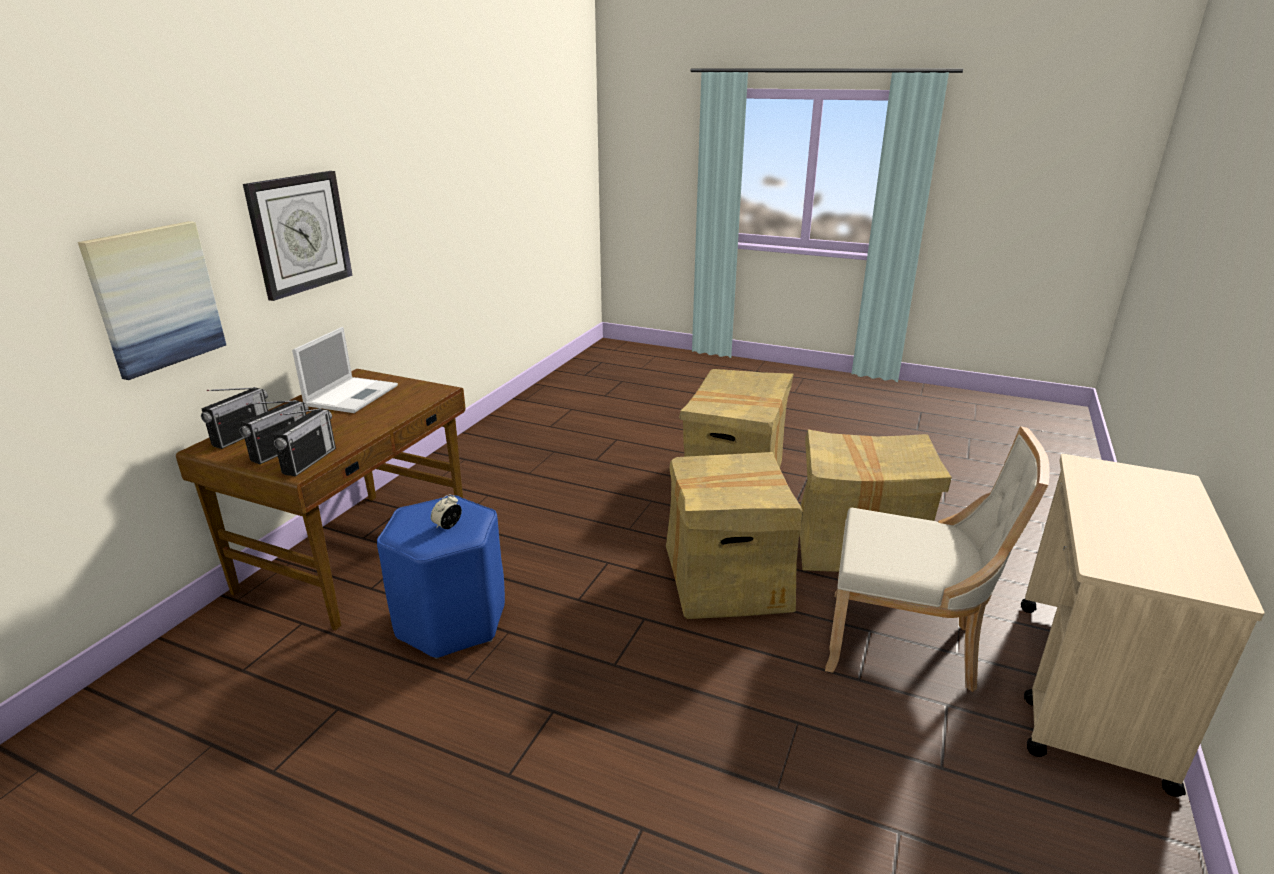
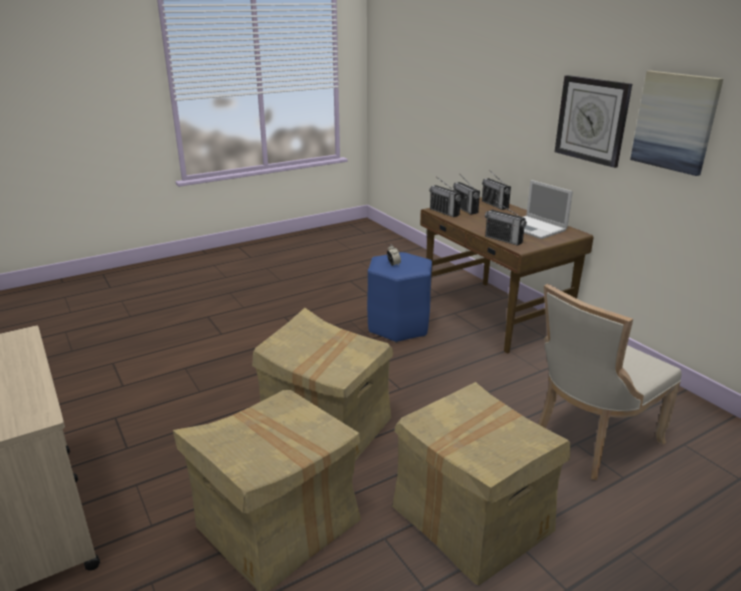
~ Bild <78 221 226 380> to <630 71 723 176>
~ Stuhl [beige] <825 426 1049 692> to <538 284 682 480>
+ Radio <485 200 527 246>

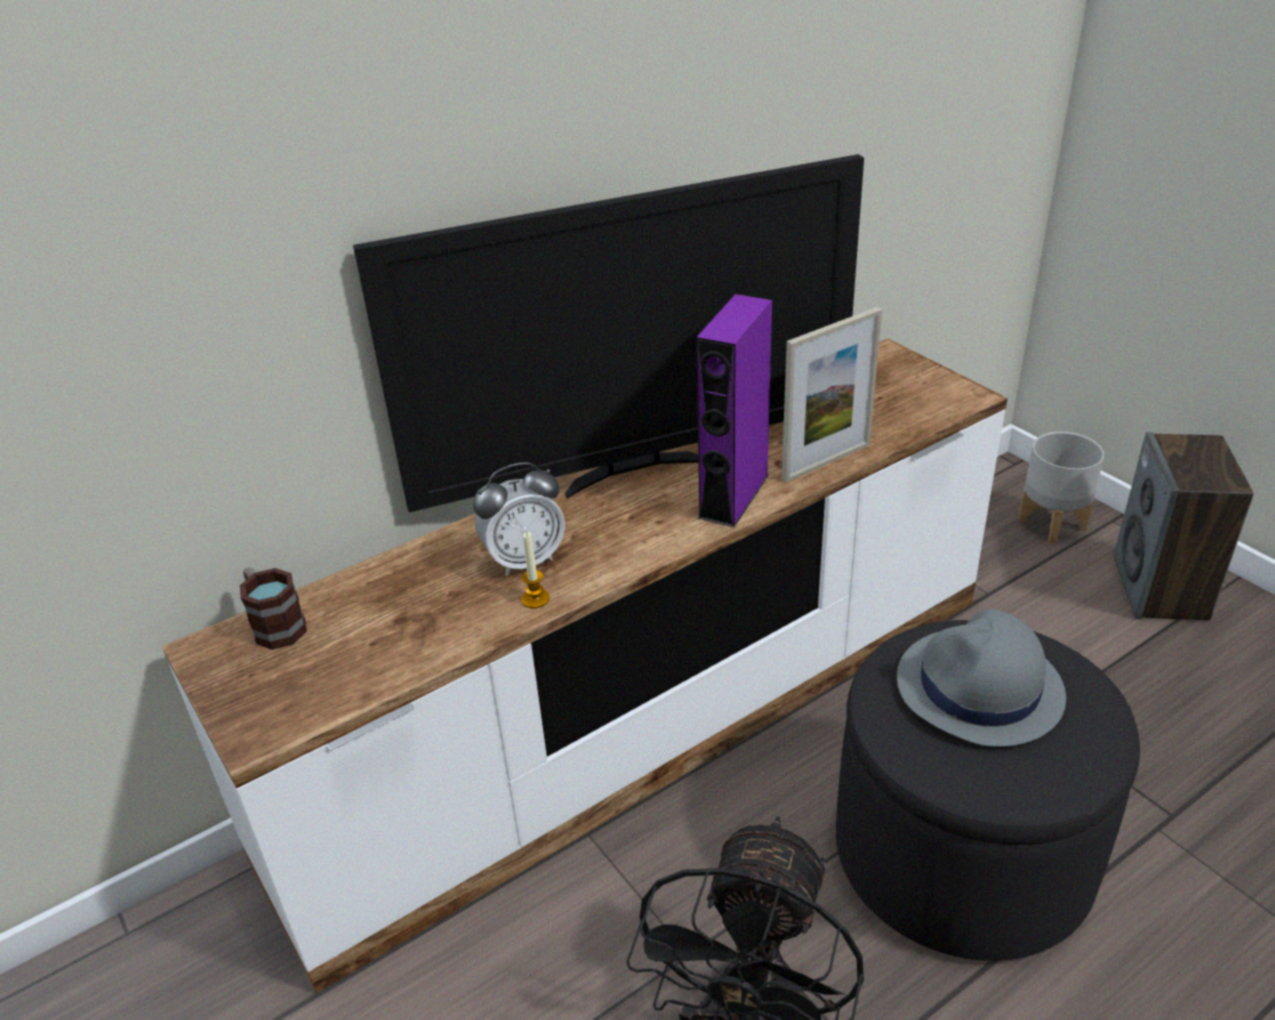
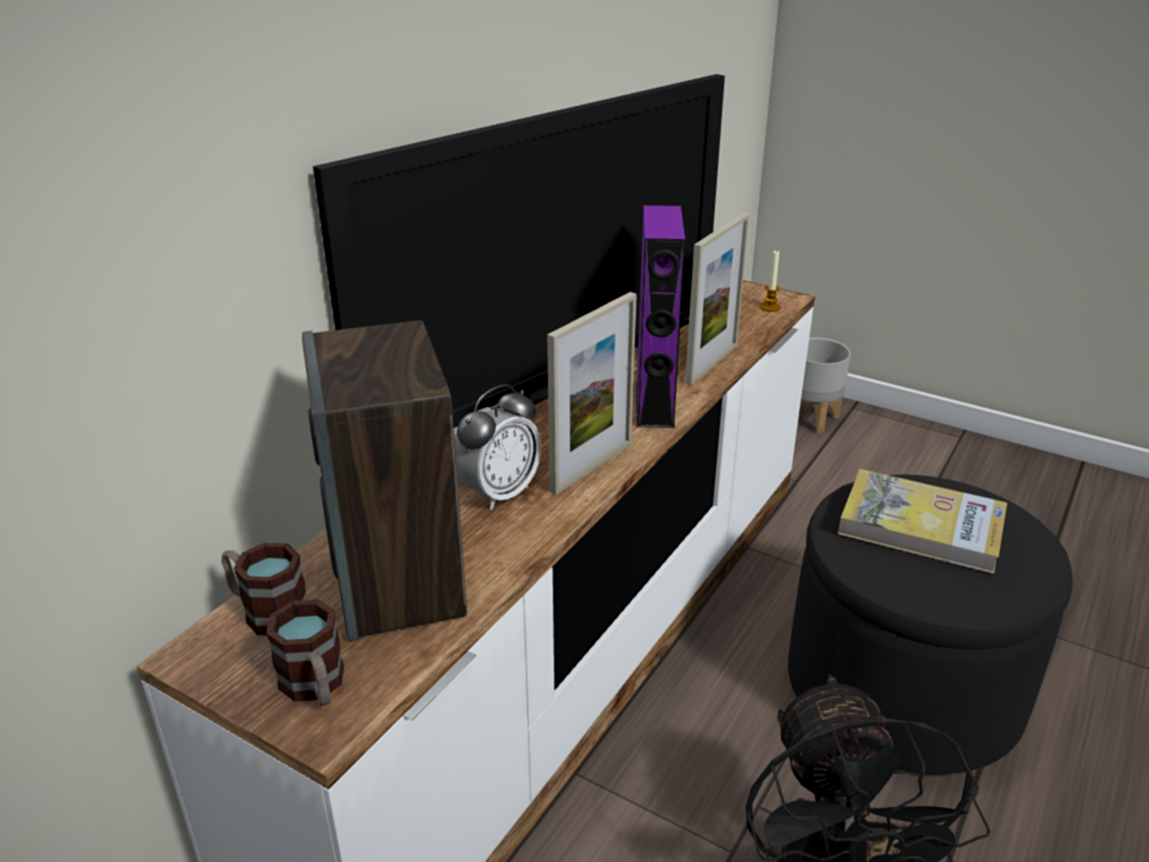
~ Lautsprecher <1114 432 1254 620> to <302 320 467 641>
~ Kerze <521 532 550 609> to <760 249 781 312>
~ Hut [grau] <897 609 1066 747> to Buch <838 469 1007 574>
+ Bilderrahmen <547 292 637 495>
+ Henkelbecher <266 599 344 706>

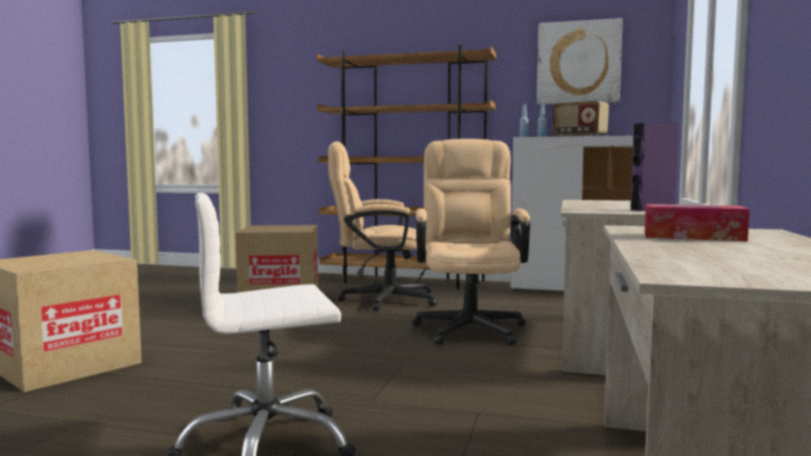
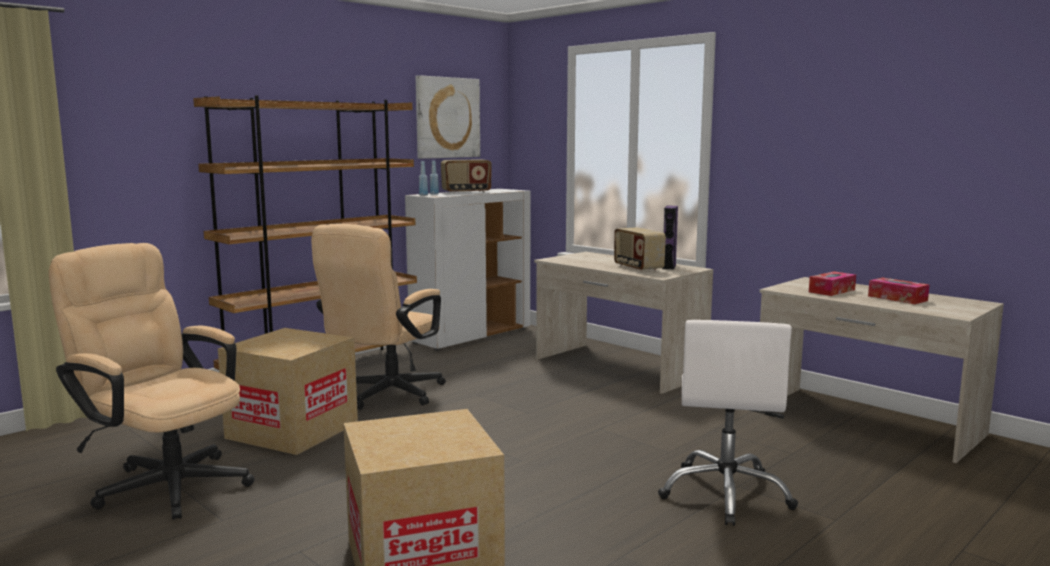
~ Bürostuhl [beige] <412 139 530 345> to <49 243 255 520>
+ Radio <614 227 666 272>
+ Taschentuchbox <868 278 929 304>

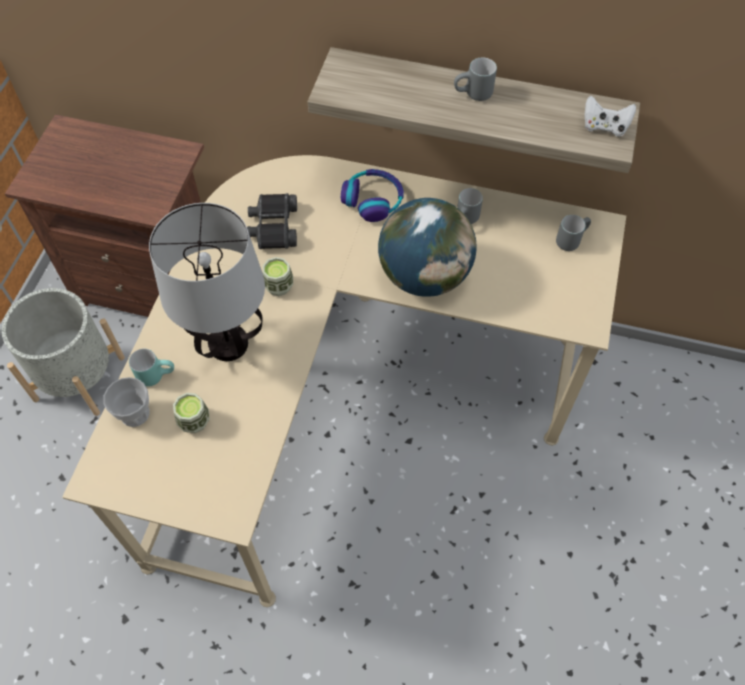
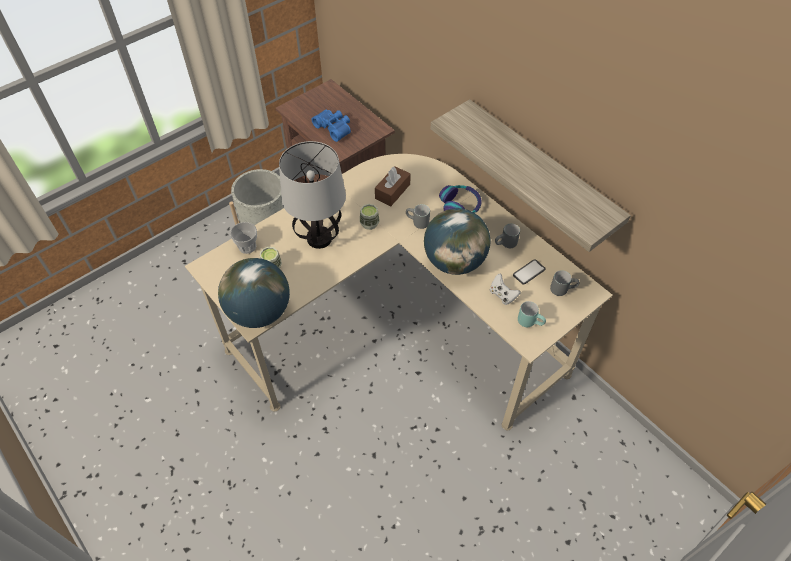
~ Henkelbecher [grau] <454 57 497 101> to <406 204 430 229>
~ Gamepad [weiß] <584 96 636 137> to <490 274 521 305>
~ Fernglas [schwarz] <247 193 297 249> to Taschentuchbox [braun] <375 166 411 206>
~ Henkelbecher [türkis] <129 349 174 387> to <518 301 546 327>
+ Fernglas [blau] <312 110 351 142>
+ Globus <218 258 290 328>
+ Handy <513 259 546 285>

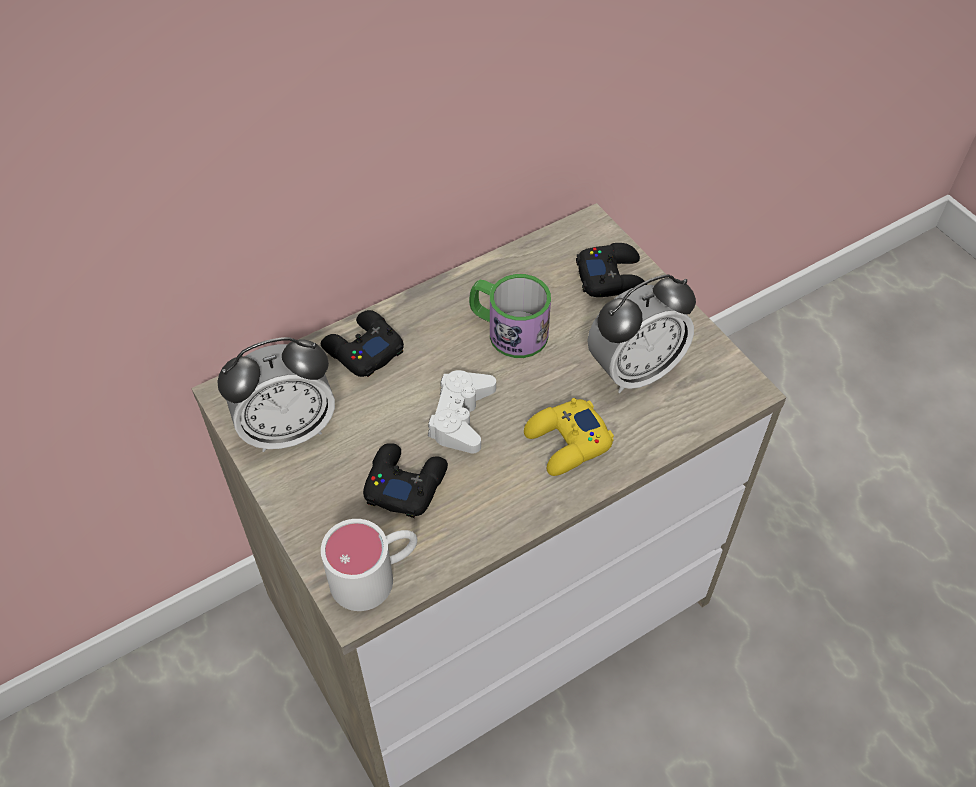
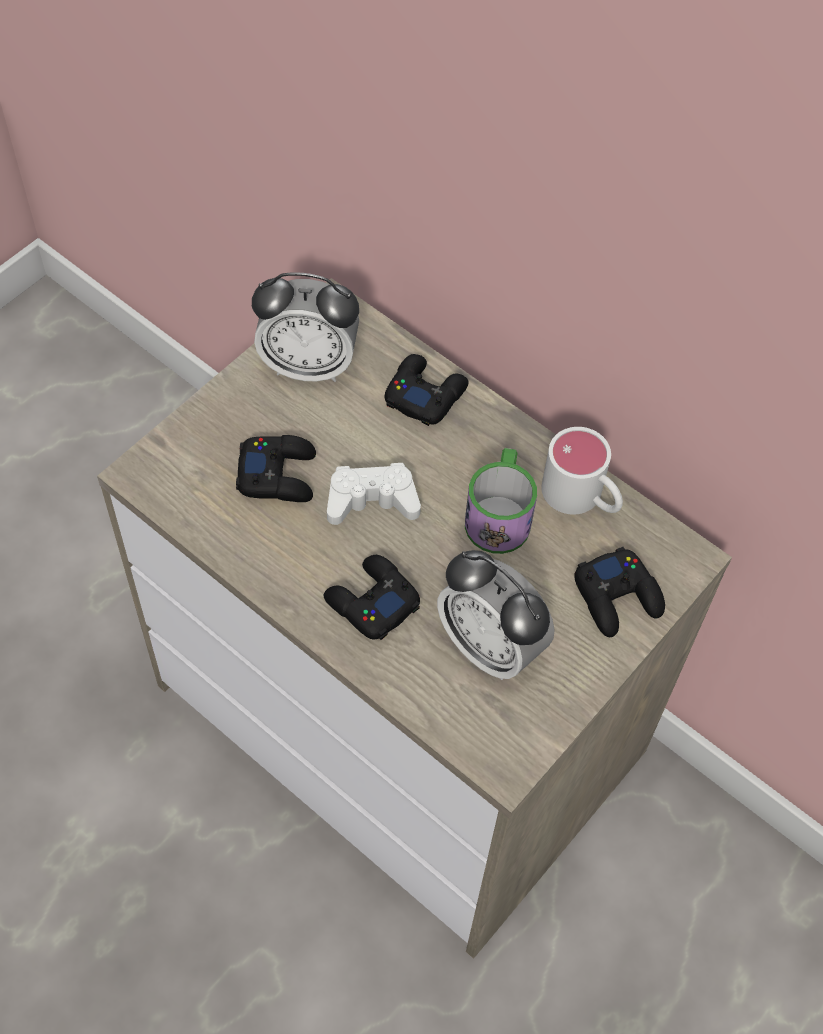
~ Wecker <217 337 335 452> = <252 272 359 382> 45 degrees counterclockwise
~ Gamepad [gelb] <524 398 614 476> to Gamepad [schwarz] <324 555 420 640>
~ Henkelbecher [weiß] <321 519 418 611> to <541 427 623 515>

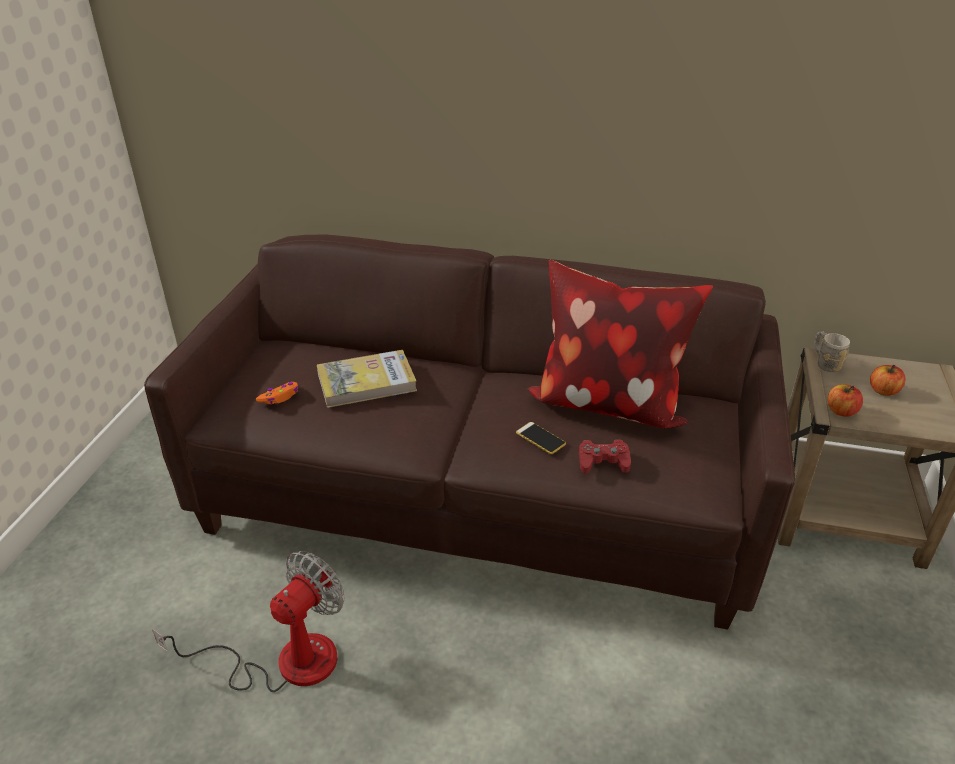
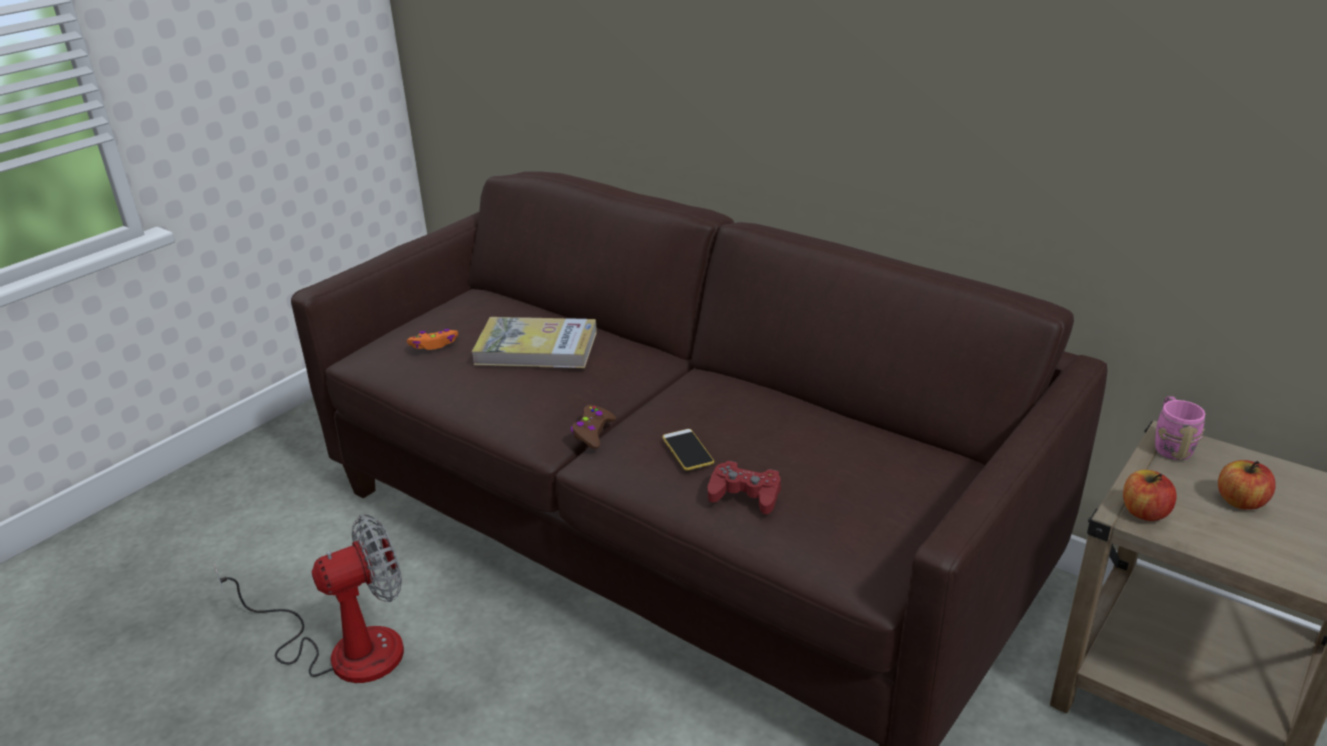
- Kissen <527 260 713 428>
~ Henkelbecher [grau] <814 331 850 372> to Henkelbecher [rosa] <1155 396 1205 460>
+ Gamepad [braun] <571 405 616 449>

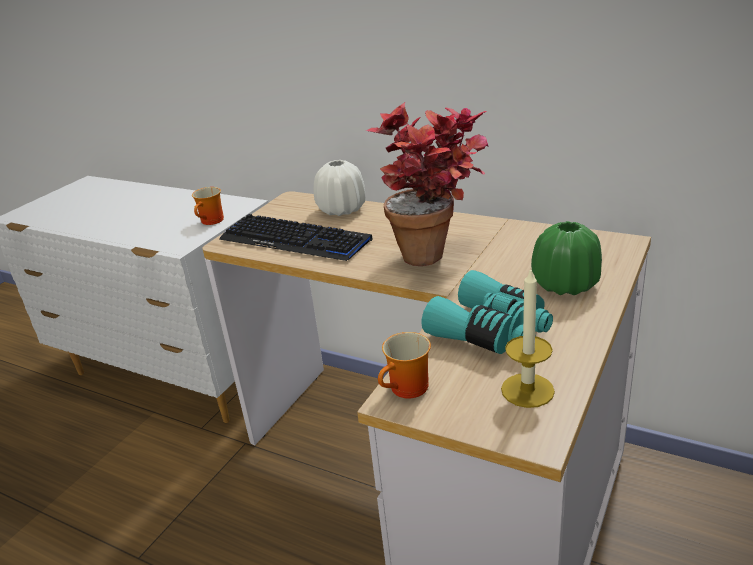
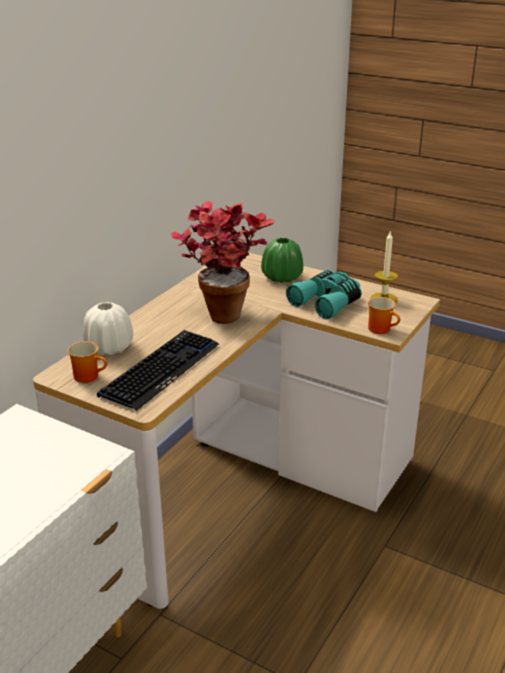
~ Henkelbecher <192 187 224 225> to <67 341 107 383>

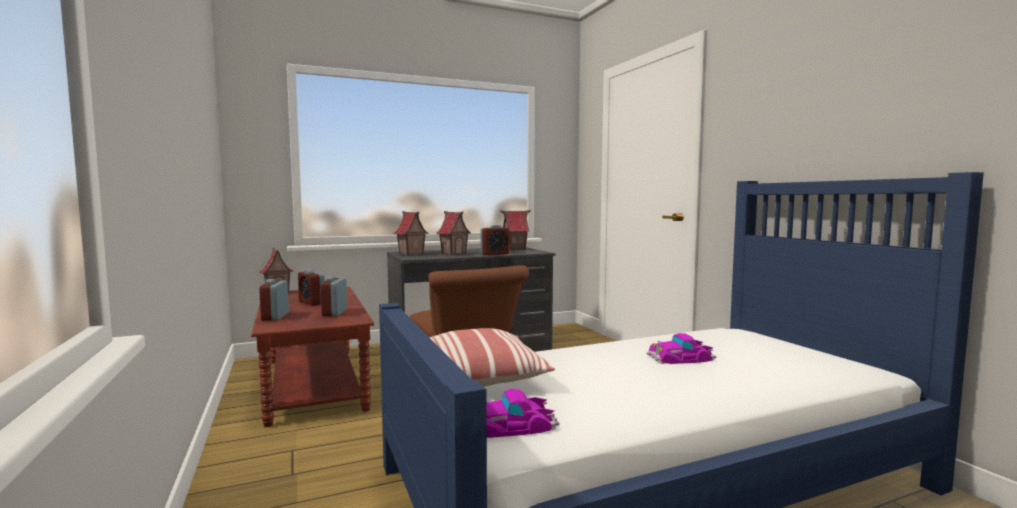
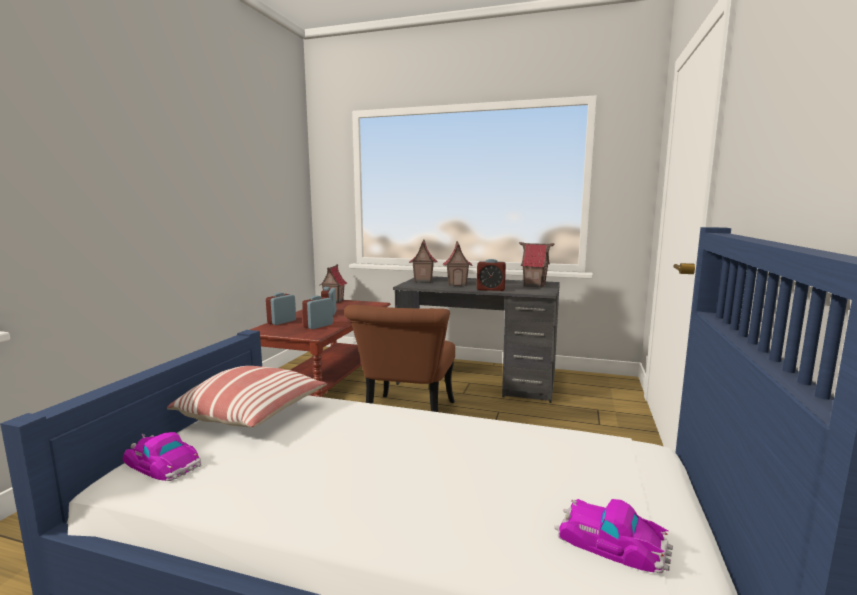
~ Spielzeugauto <646 333 716 364> to <554 499 673 573>

